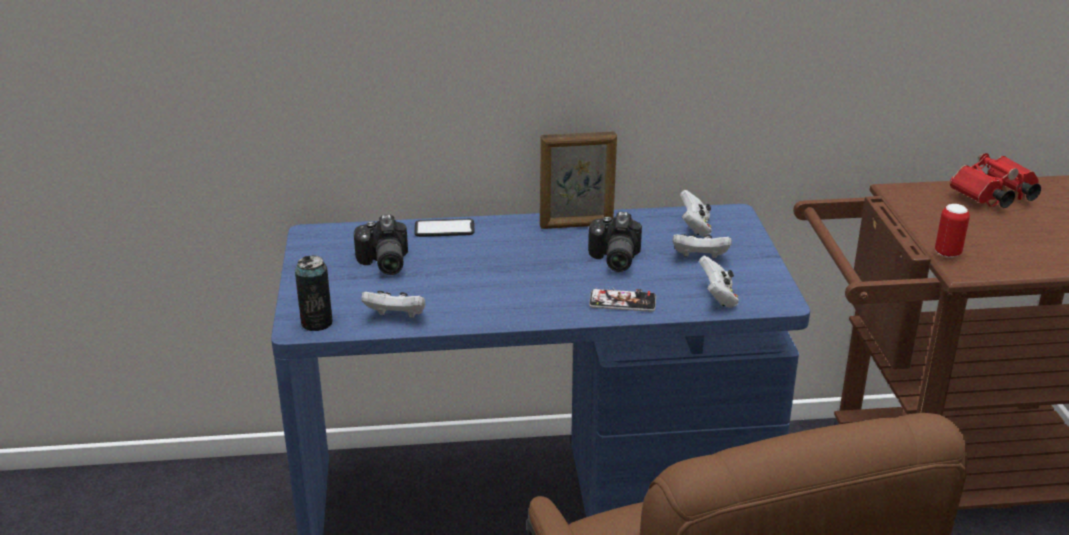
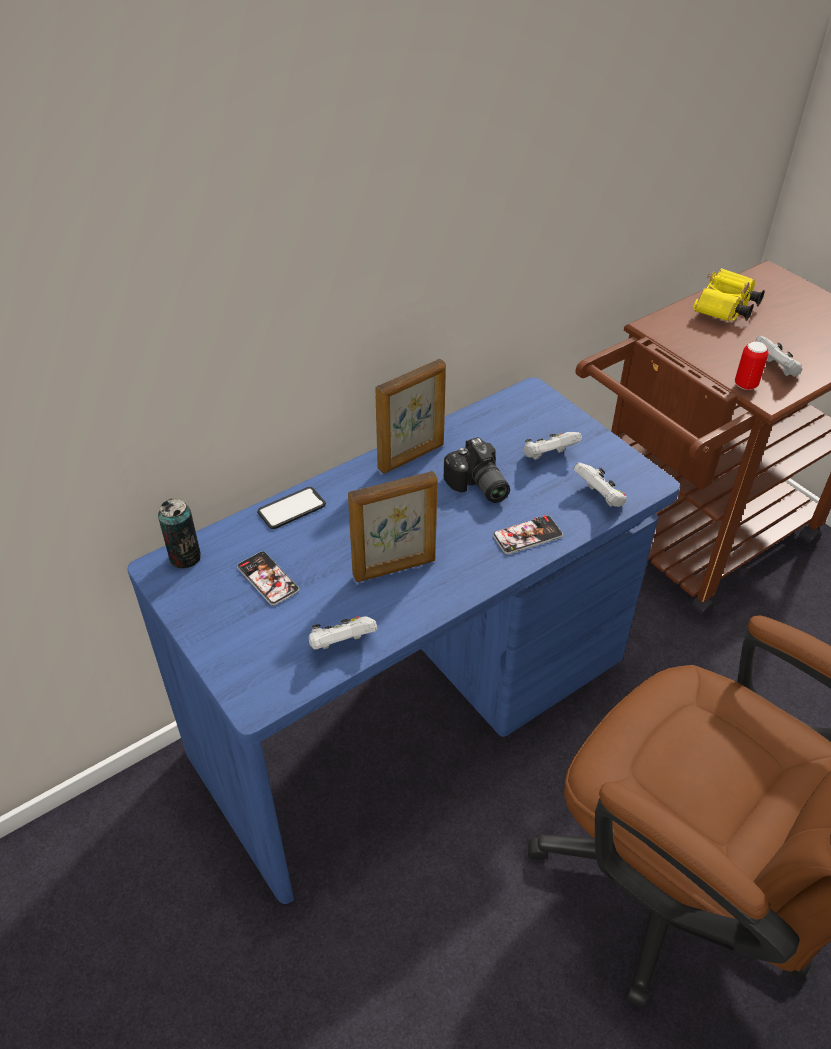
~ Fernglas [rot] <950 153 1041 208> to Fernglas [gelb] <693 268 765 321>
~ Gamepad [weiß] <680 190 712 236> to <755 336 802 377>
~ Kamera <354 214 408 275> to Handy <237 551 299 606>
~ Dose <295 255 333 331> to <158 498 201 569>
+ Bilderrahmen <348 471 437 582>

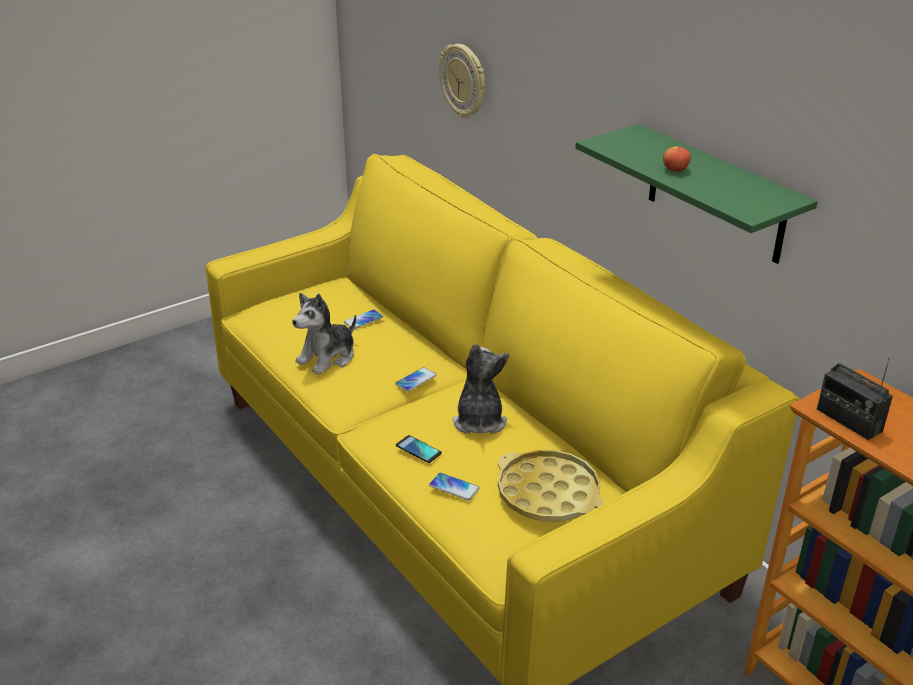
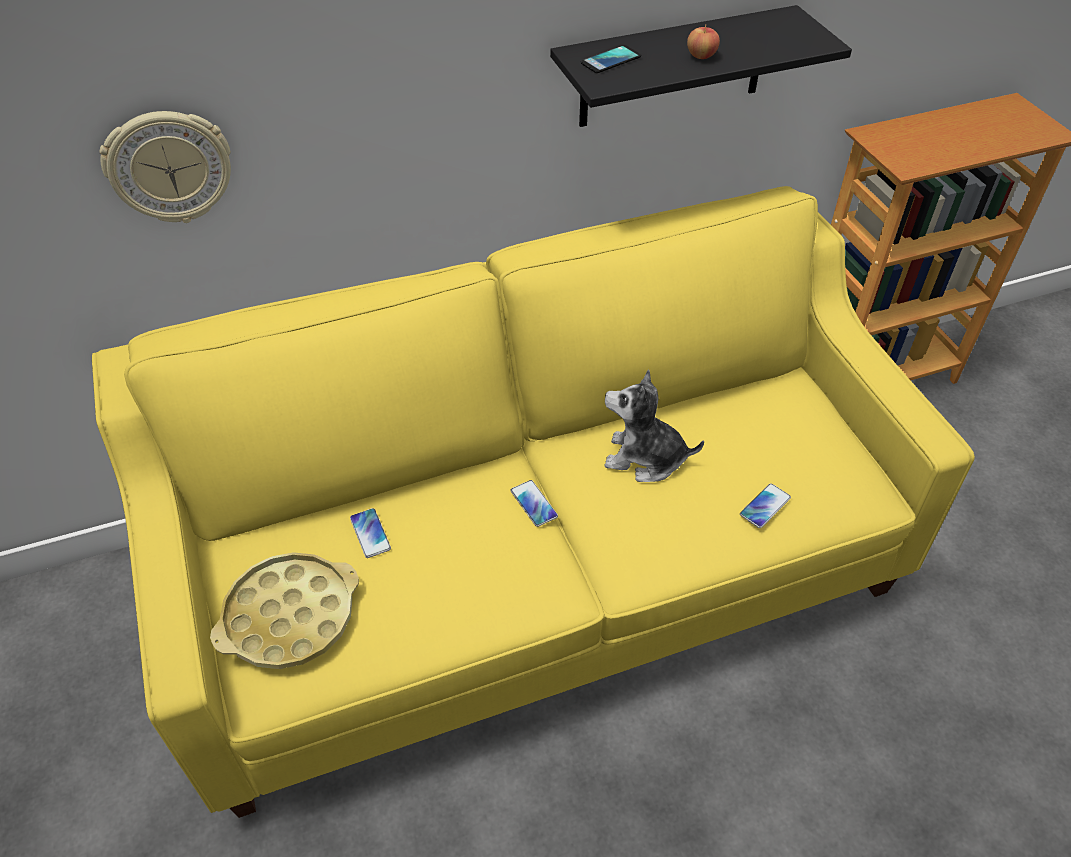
~ Wandregal [grün] <575 124 818 264> to Wandregal [schwarz] <550 5 852 127>
- Plüschtier <292 293 356 375>
- Radio <817 358 893 440>
~ Handy <396 435 442 463> to <581 45 641 73>
~ Tablett [gelb] <498 450 603 522> to <210 552 359 669>

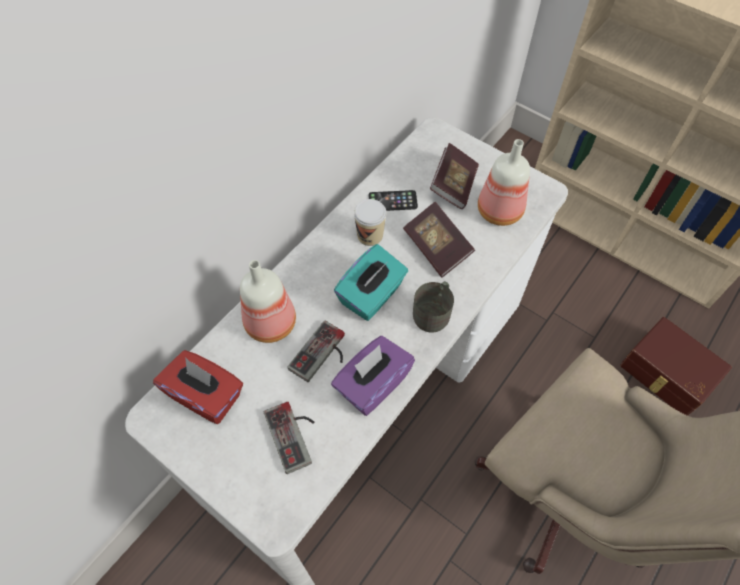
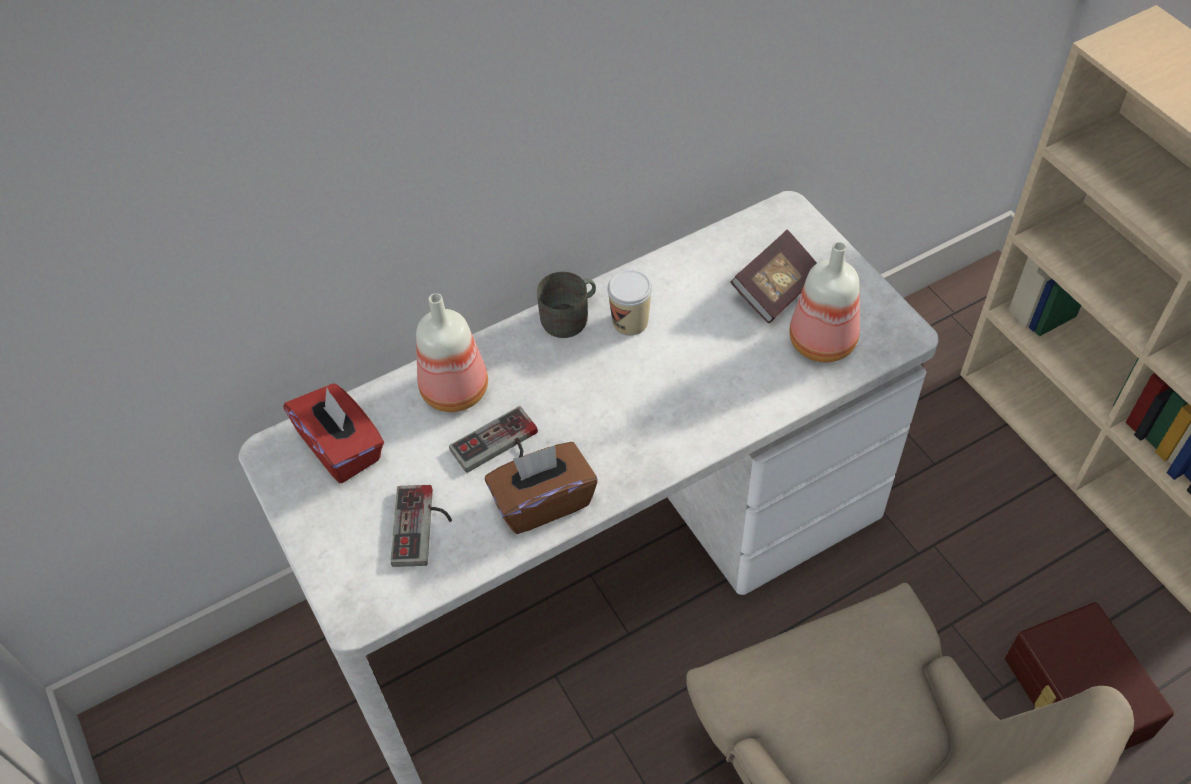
- Handy <368 190 418 211>
- Buch <403 202 475 277>
- Taschentuchbox [türkis] <334 244 408 321>
~ Henkelbecher [grau] <413 281 454 332> to <537 272 596 338>
~ Taschentuchbox [lila] <331 336 415 416> to Taschentuchbox [braun] <485 442 598 534>

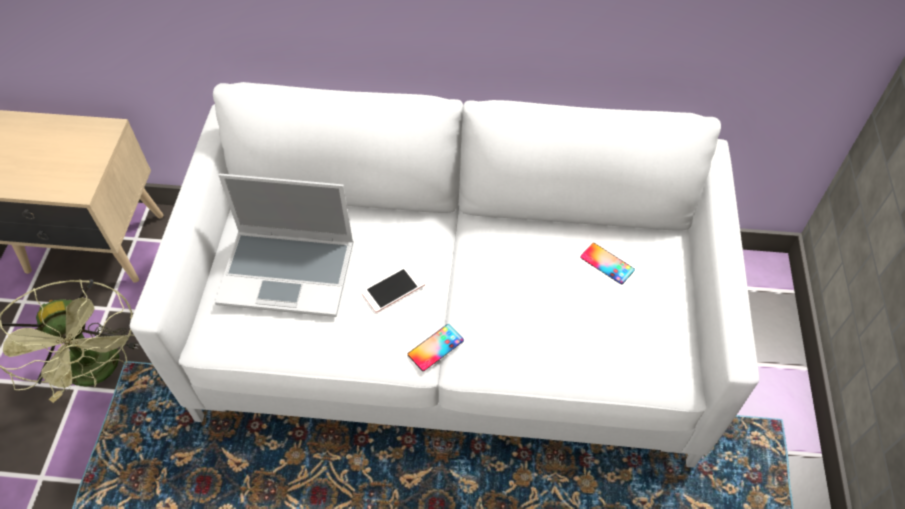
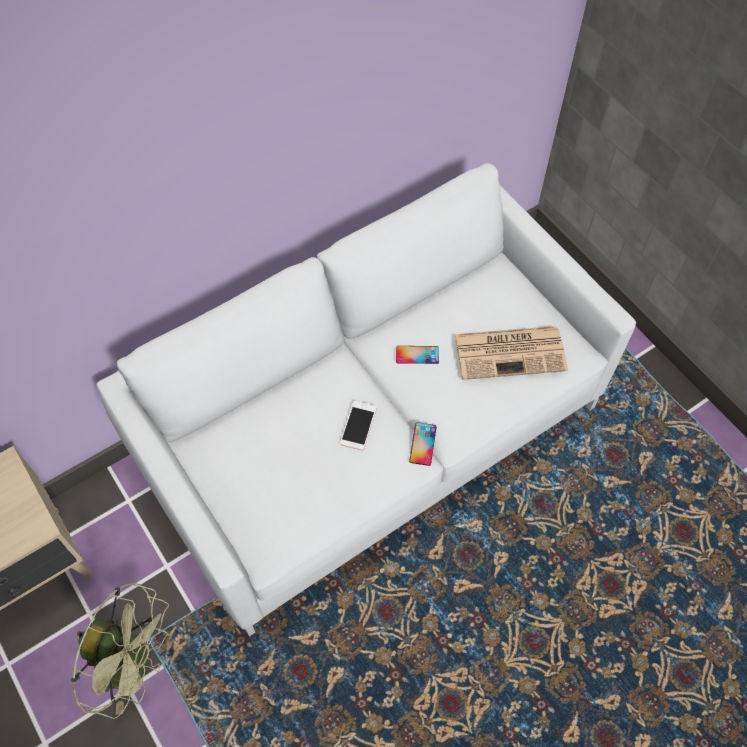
- Laptop <215 174 354 317>
~ Handy <580 243 635 284> to <396 346 439 364>
+ Zeitung <454 326 568 380>

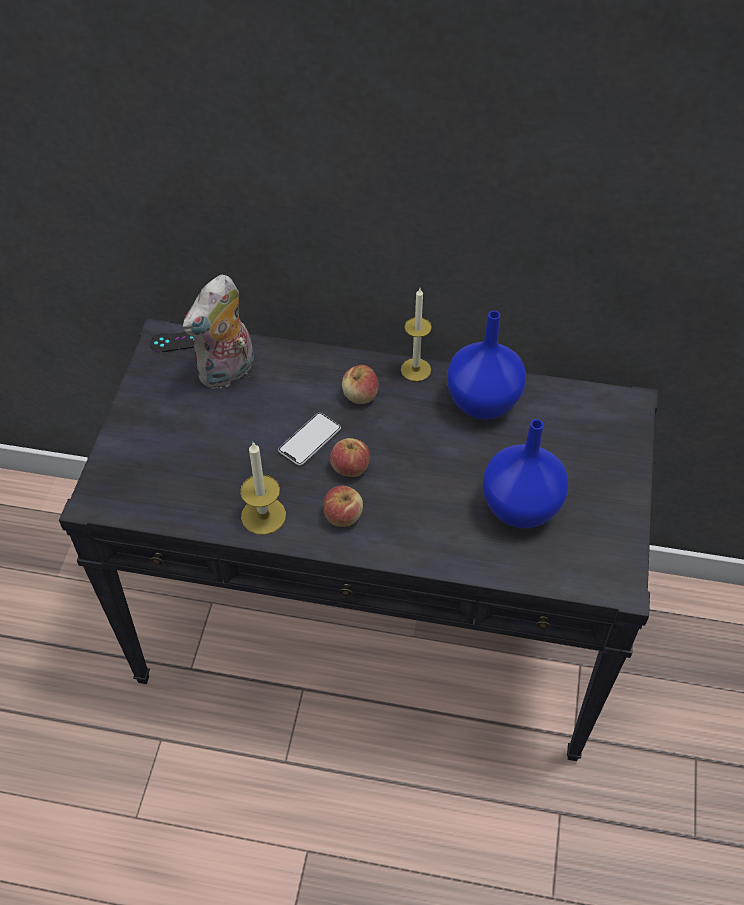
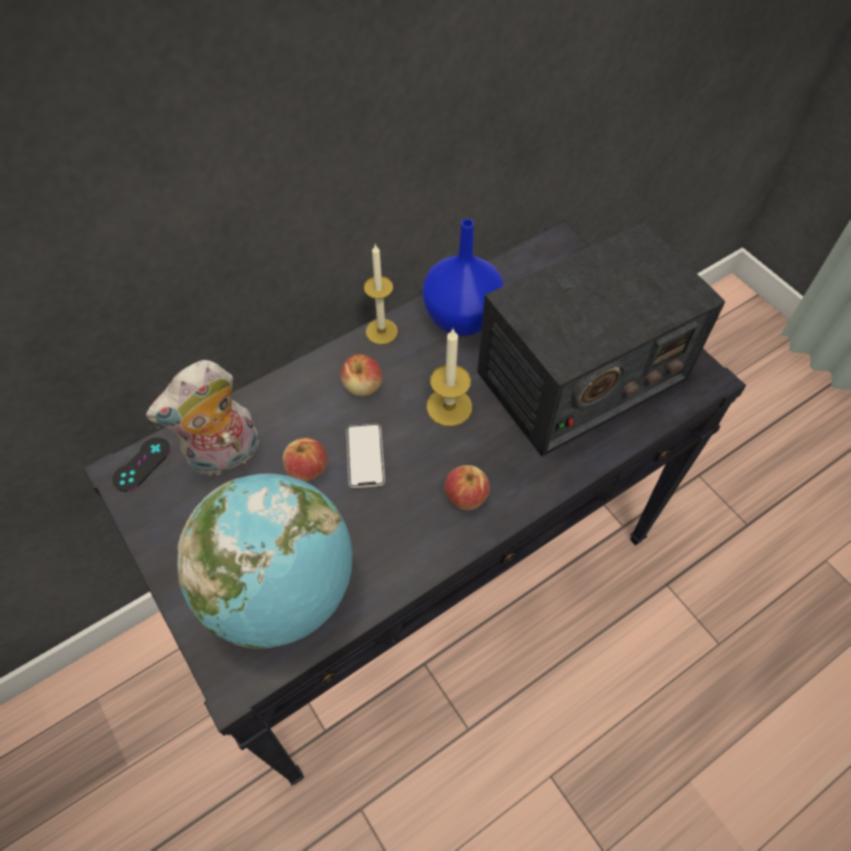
~ Plüschtier <183 275 254 390> = <146 360 259 475> 60 degrees clockwise
~ Vase [blau] <483 419 568 529> to Radio <477 222 726 456>
~ Apfel <330 438 370 477> to <283 438 327 482>
~ Kerze <240 442 286 535> to <427 329 472 426>
+ Globus <177 474 353 649>

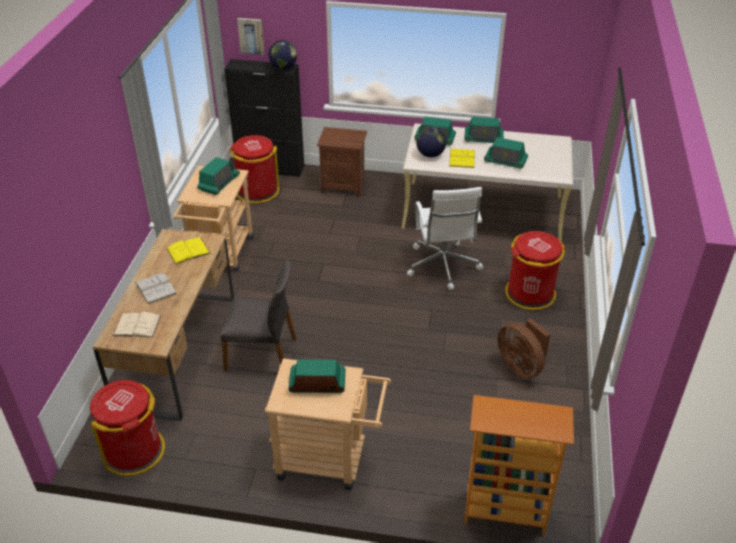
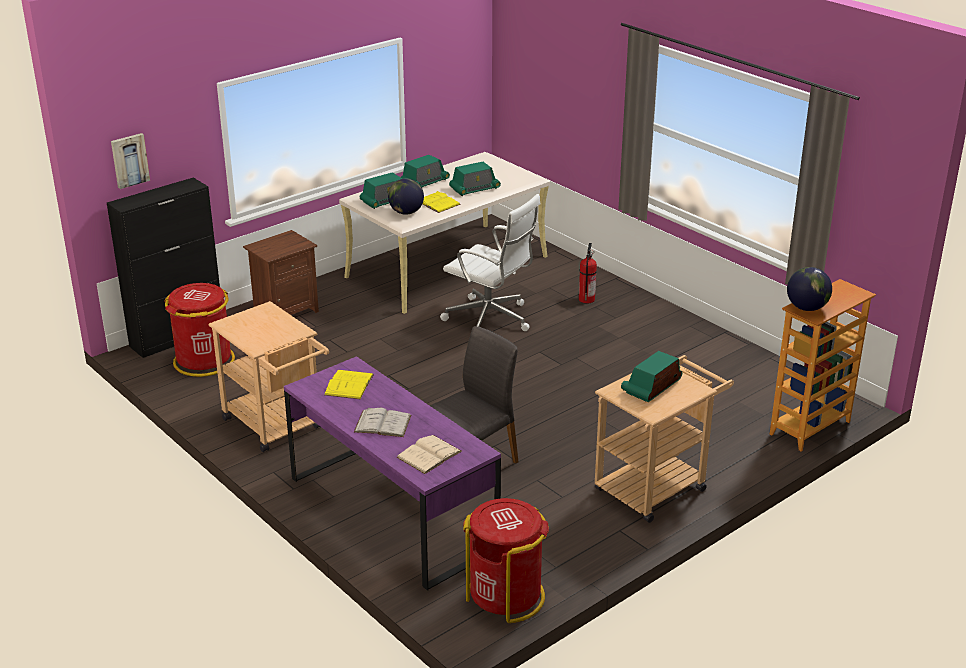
~ Globus <268 40 297 70> to <787 267 832 311>
- Radio <197 157 240 195>
~ Schreibtisch [braun] <93 229 234 421> to Schreibtisch [lila] <284 356 501 591>
~ Mülleimer [rot] <505 231 565 310> to Feuerlöscher <579 243 597 303>
- Ventilator [braun] <498 318 551 379>

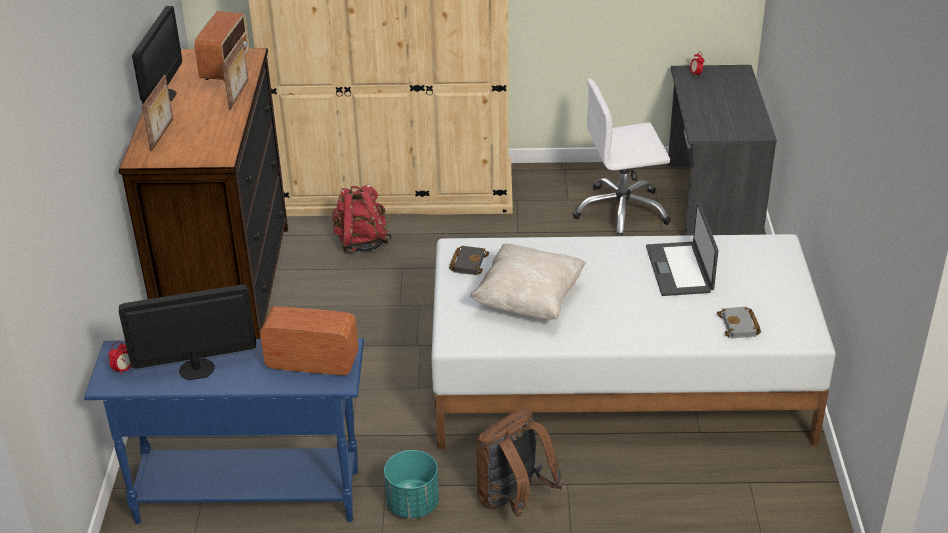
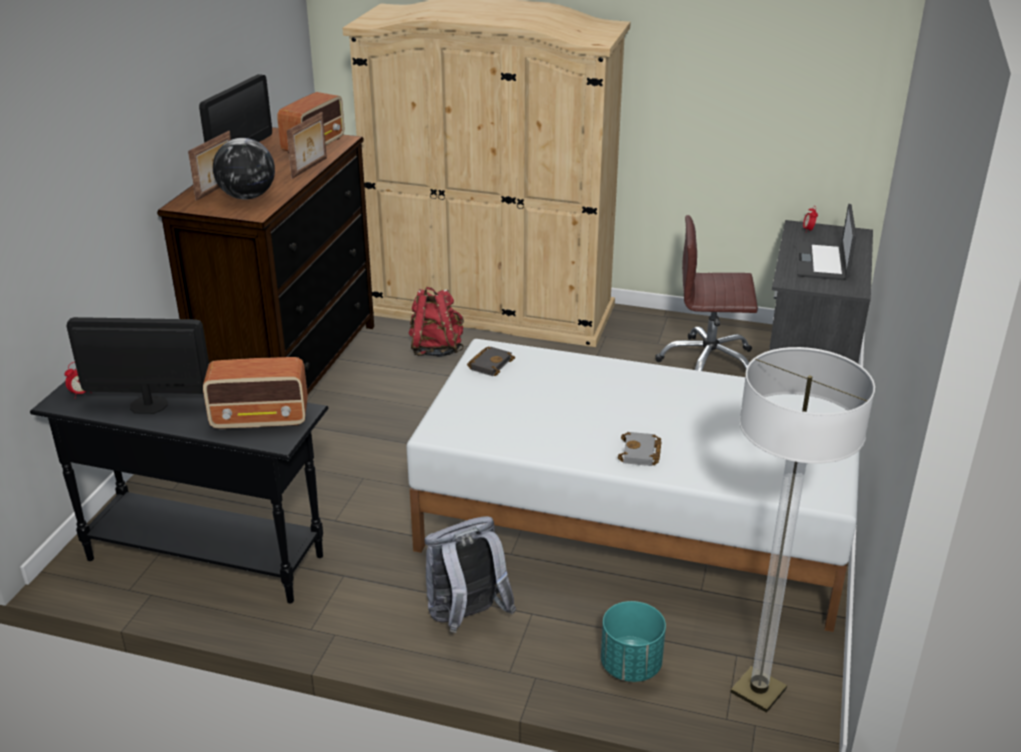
~ Bürostuhl [weiß] <572 79 671 236> to Bürostuhl [braun] <655 215 758 371>
~ Laptop <646 202 719 296> to <796 204 856 280>
- Kissen [beige] <469 243 586 319>
~ Radio <260 306 358 375> = <203 357 308 430> 150 degrees clockwise
~ Buch [grau] <717 307 761 339> to <618 432 661 466>
~ Konsolentisch [blau] <84 338 364 524> to Konsolentisch [schwarz] <30 382 328 603>
~ Rucksack [braun] <477 409 563 517> to Rucksack [grau] <424 516 517 633>
~ Pflanzkübel [türkis] <384 450 439 518> to <601 601 666 682>
+ Globus <213 138 275 200>
+ Stehlampe <731 347 875 713>

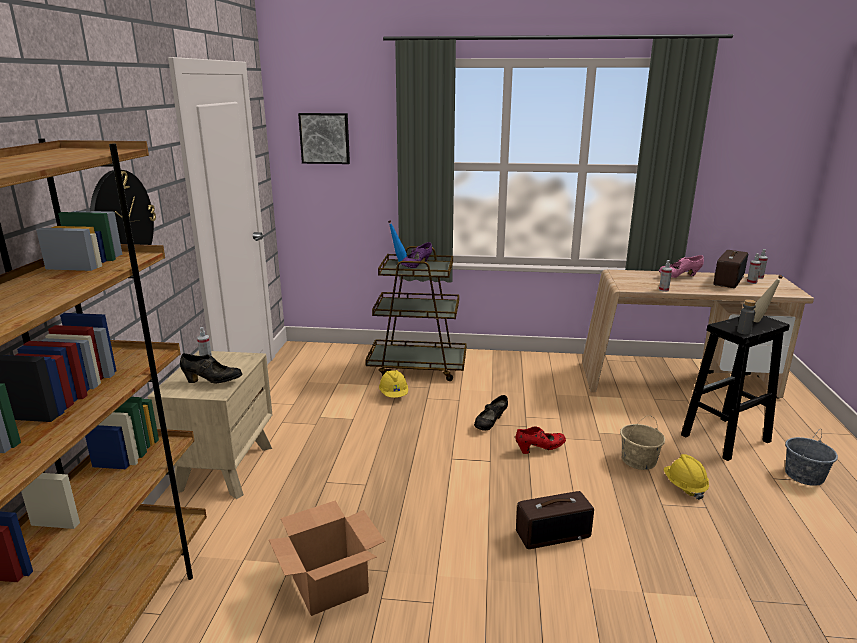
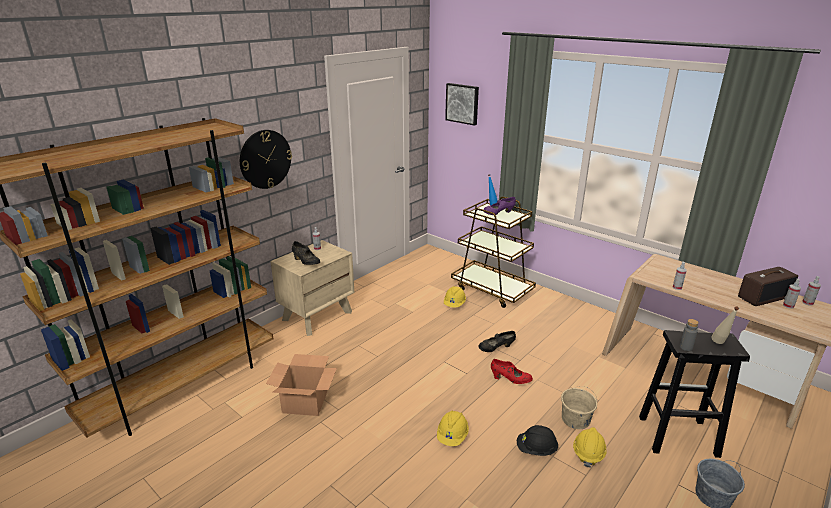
- Schuh [rosa] <659 255 704 278>
~ Radio <516 491 594 549> to Schutzhelm [gelb] <437 410 469 446>
+ Schutzhelm [schwarz] <517 425 559 456>

